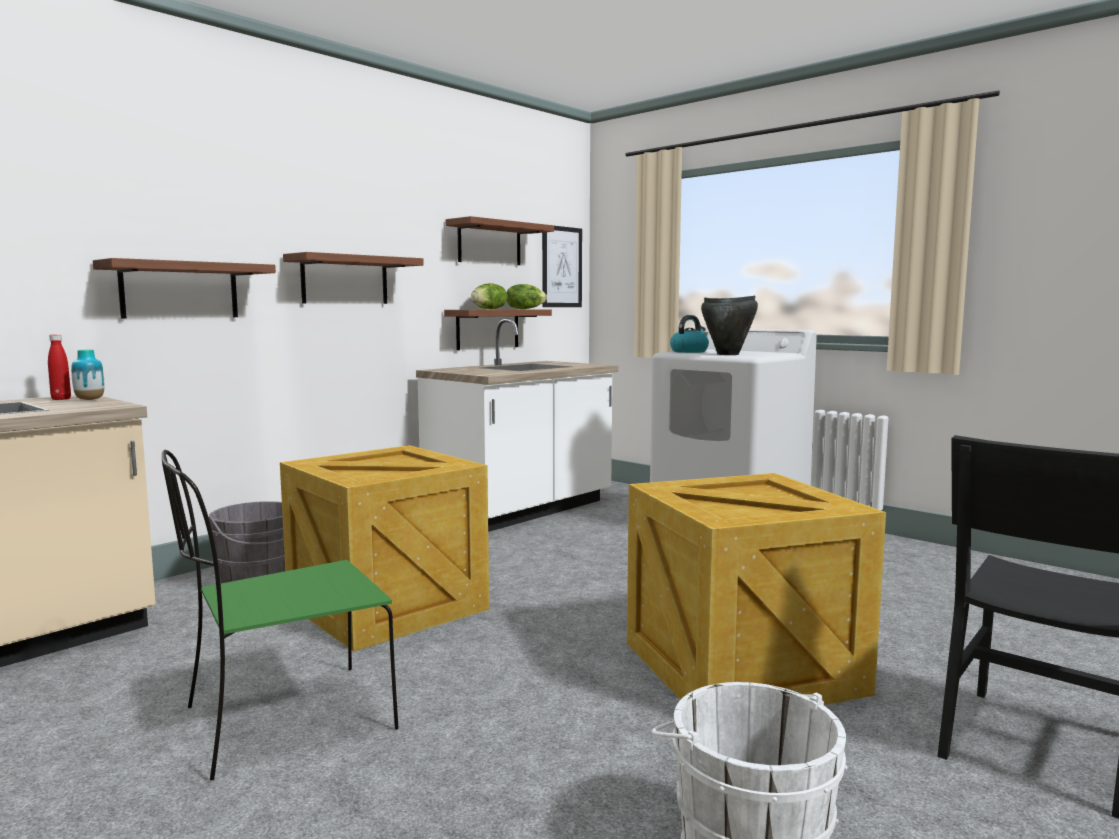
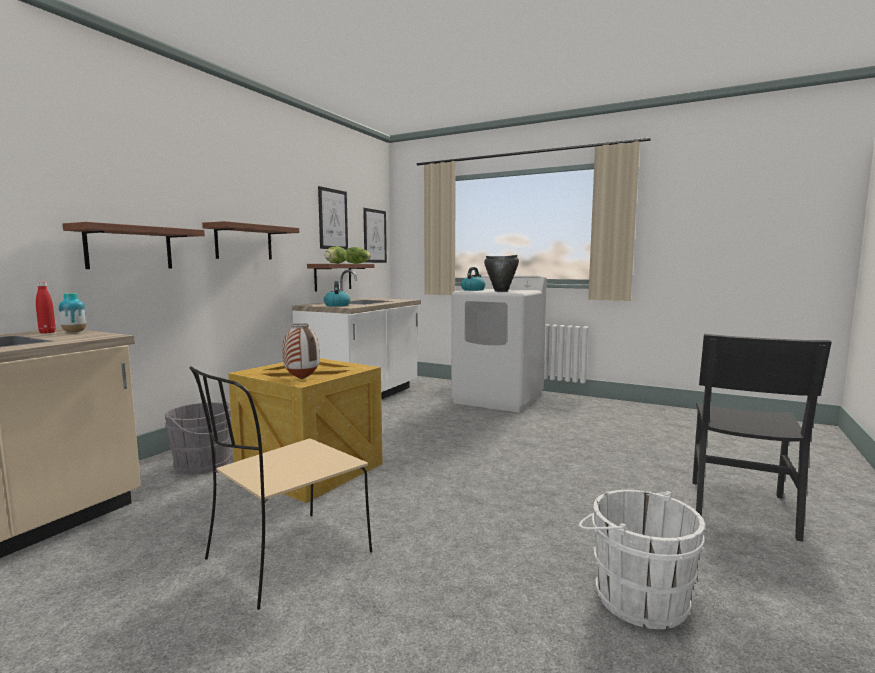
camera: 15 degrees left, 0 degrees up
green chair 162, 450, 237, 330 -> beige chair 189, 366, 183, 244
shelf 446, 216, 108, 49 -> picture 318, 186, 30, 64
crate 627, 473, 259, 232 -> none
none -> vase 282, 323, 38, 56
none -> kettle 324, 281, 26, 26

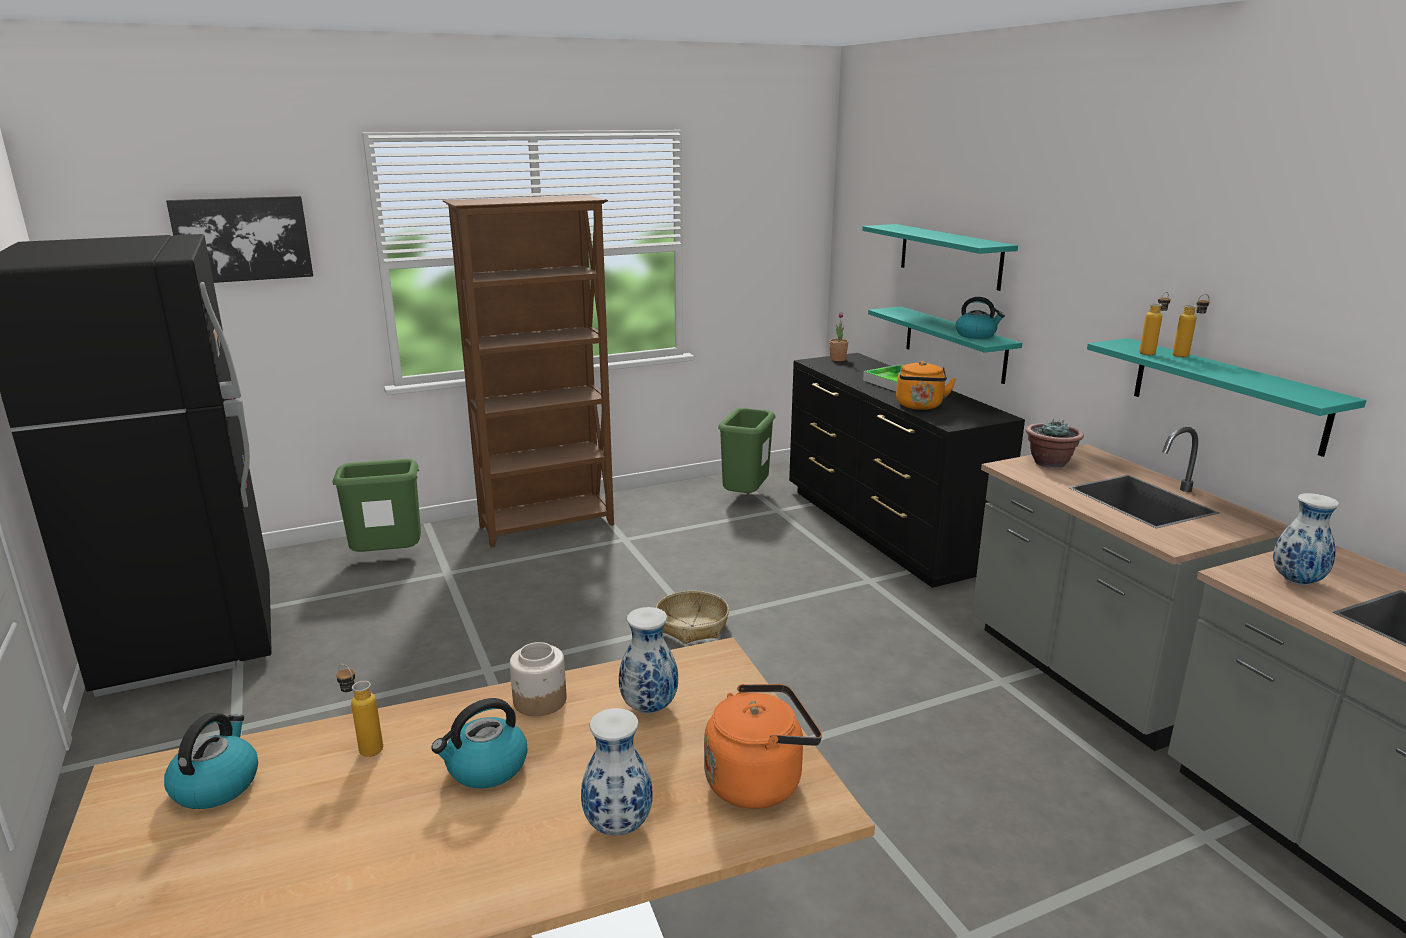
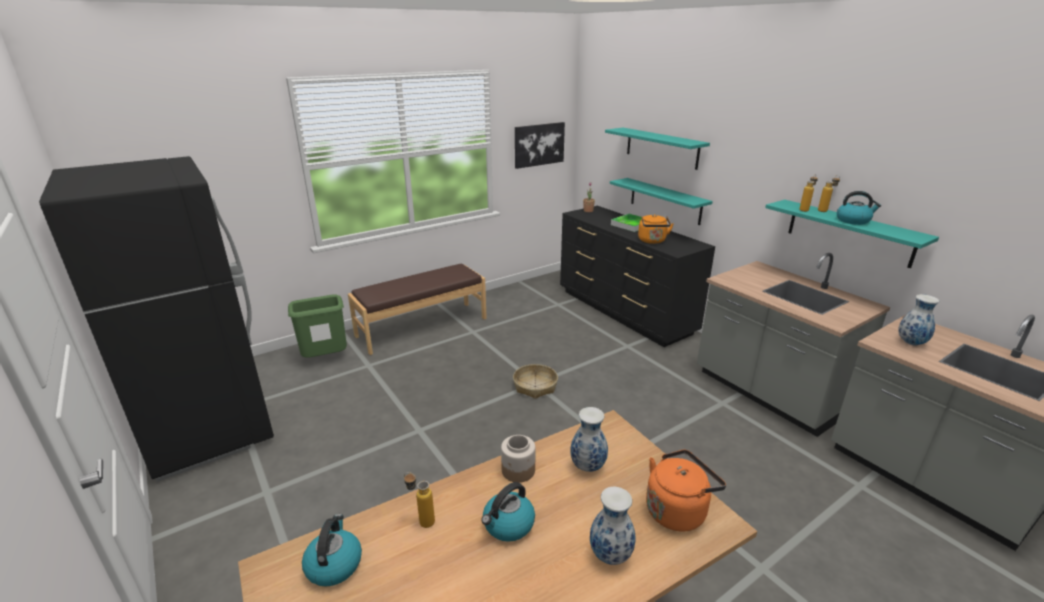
camera: 10 degrees left, 5 degrees up
picture 166, 196, 147, 87 -> picture 515, 122, 50, 47, relocated
brown bookcase 443, 195, 171, 353 -> brown bench 348, 264, 139, 91
green trash can 718, 408, 57, 85 -> none
kettle 956, 297, 49, 42 -> kettle 837, 191, 44, 34, relocated
potted plant 1025, 419, 59, 49 -> none

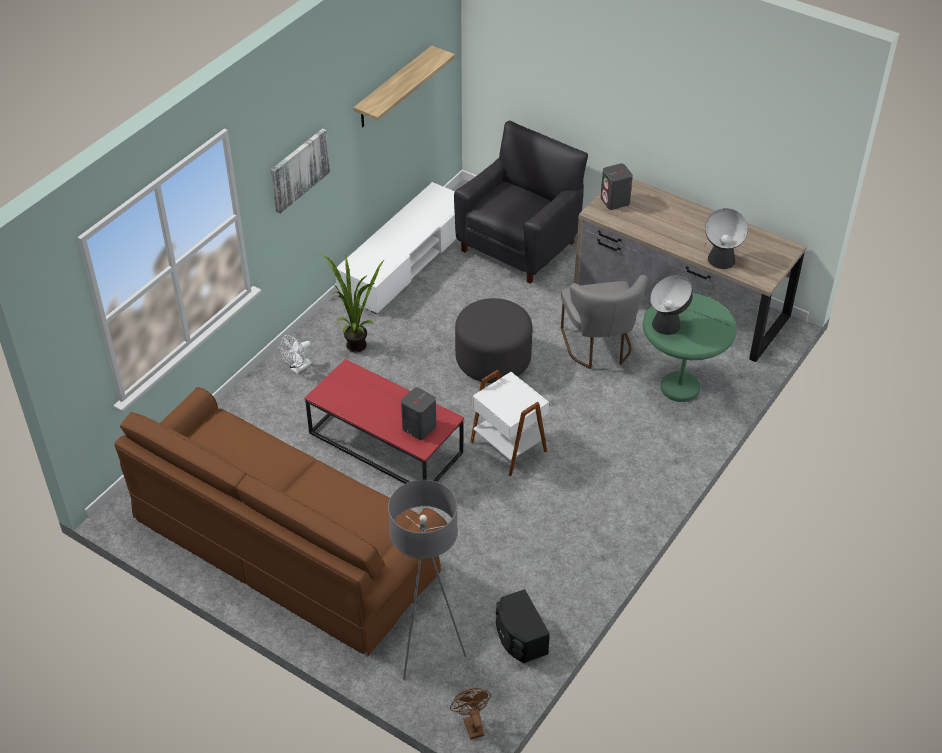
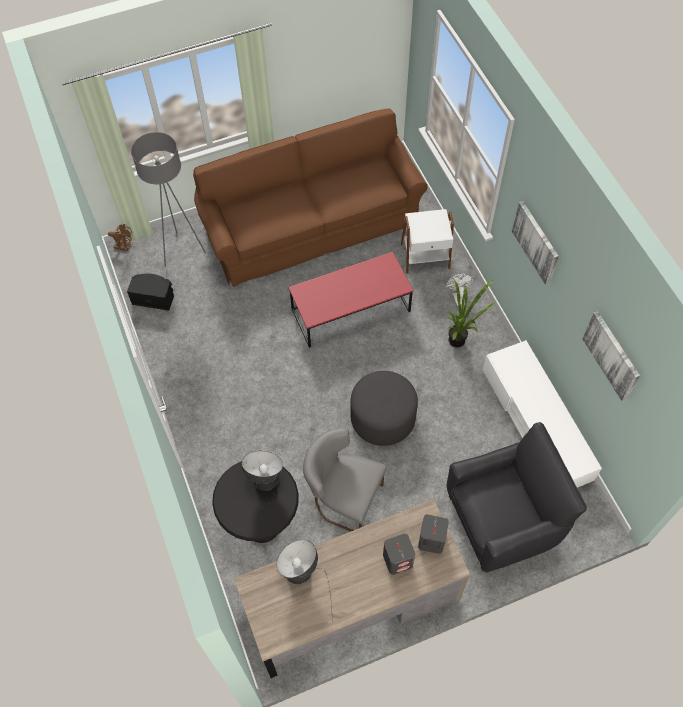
camera: 125 degrees right, 15 degrees up
shelf 353, 46, 102, 81 -> picture 582, 311, 58, 91
grey speaker 401, 387, 35, 53 -> grey speaker 383, 534, 32, 41, relocated
black armchair 454, 120, 134, 164 -> black armchair 447, 422, 140, 151, 90 degrees counterclockwise
white side table 470, 370, 79, 106 -> white side table 401, 209, 53, 65, relocated
green side table 643, 294, 94, 108 -> black side table 212, 461, 87, 82

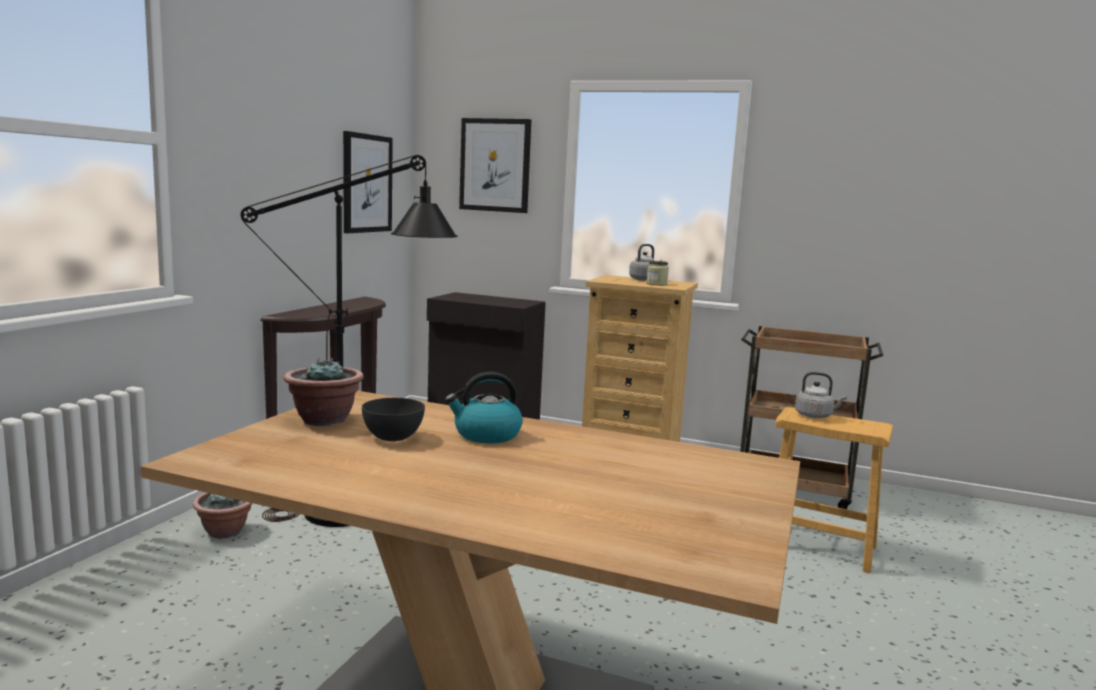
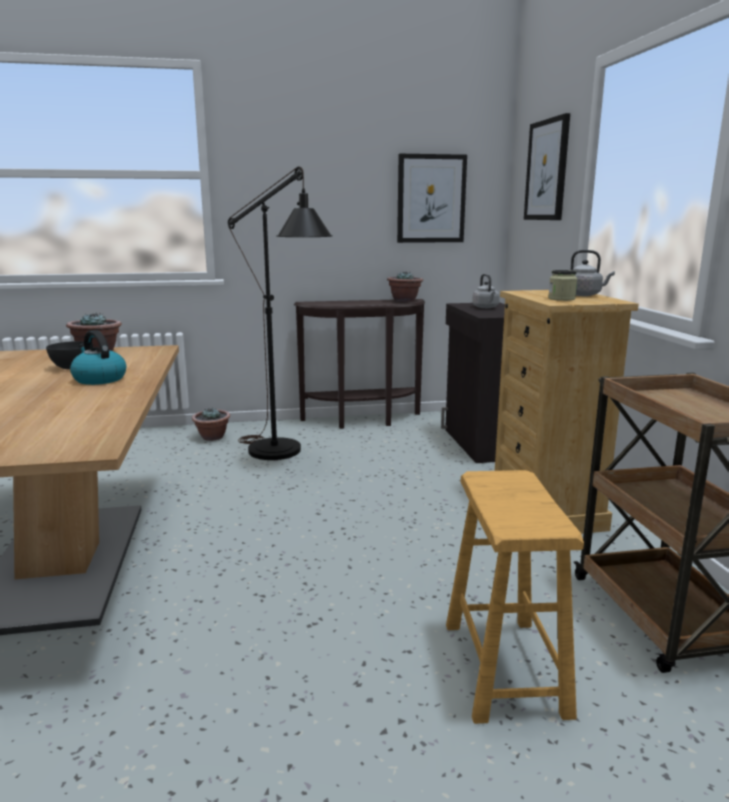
camera: 60 degrees right, 5 degrees up
grey kettle 795, 372, 52, 46 -> grey kettle 472, 274, 28, 34, relocated
none -> potted plant 387, 271, 36, 31

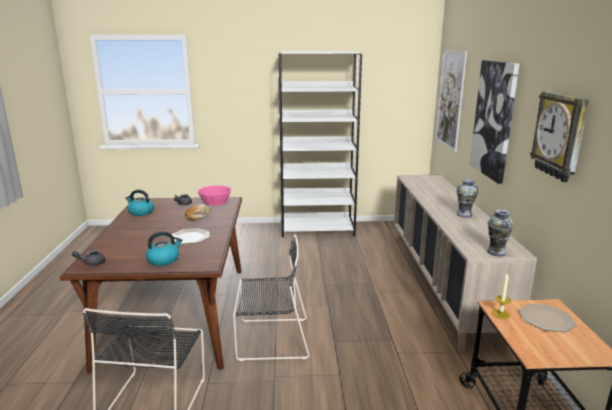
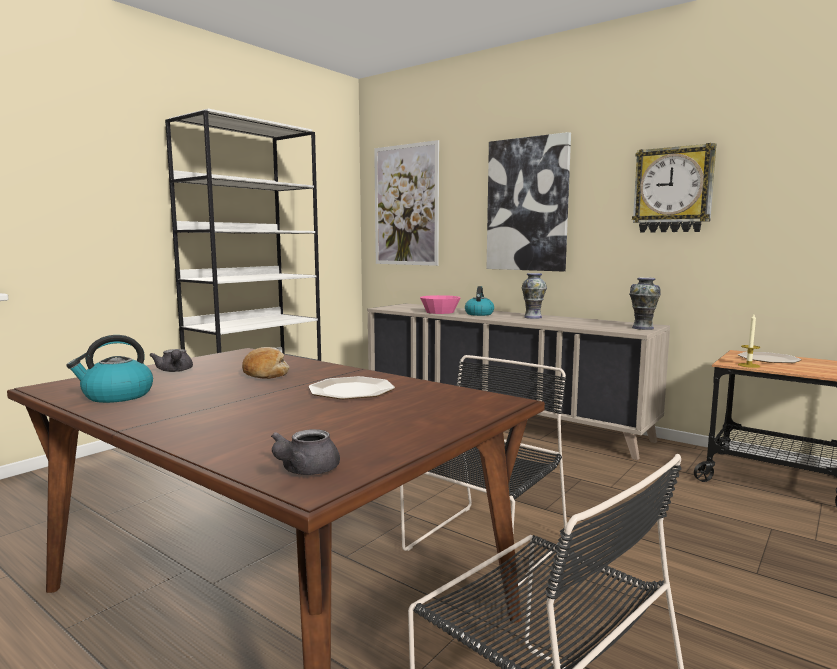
camera: 50 degrees left, 10 degrees down
kettle 146, 231, 37, 35 -> kettle 465, 286, 29, 30, relocated
pink bowl 198, 186, 33, 20 -> pink bowl 420, 295, 41, 19, relocated

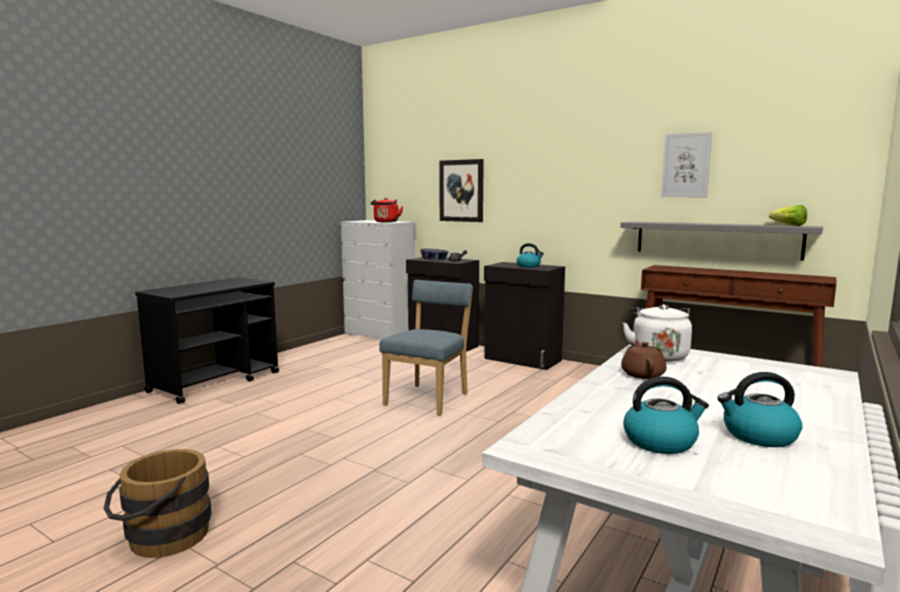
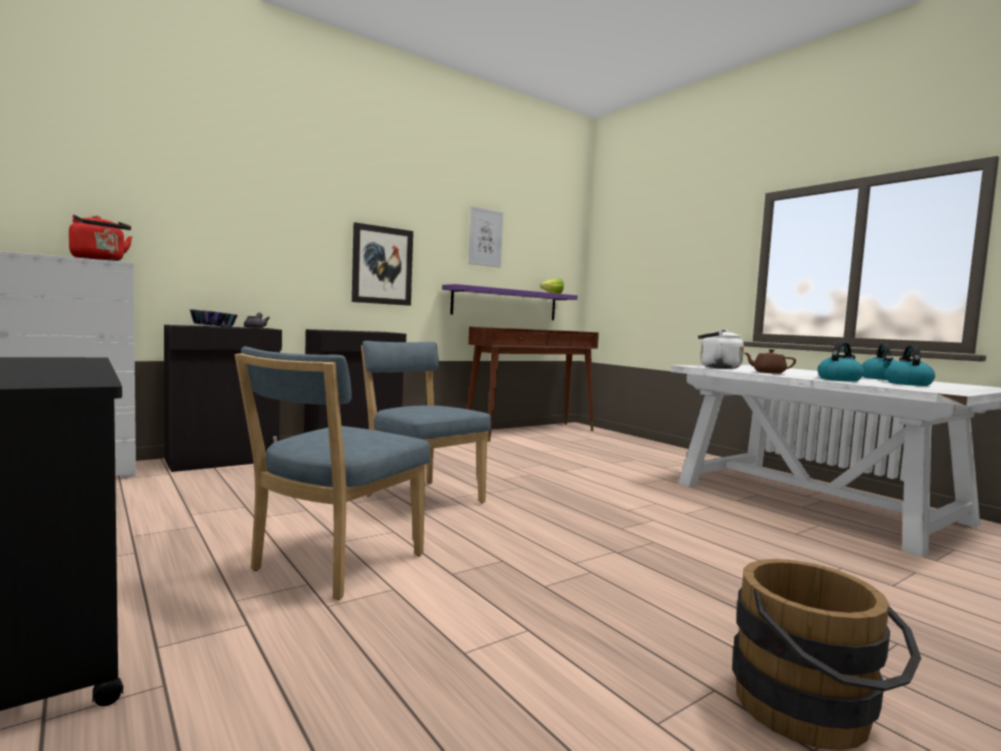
camera: 70 degrees left, 5 degrees down
picture 439, 159, 45, 63 -> picture 352, 222, 61, 84, relocated
kettle 517, 243, 27, 25 -> kettle 817, 342, 47, 40, relocated
grey shelf 620, 221, 203, 40 -> purple shelf 442, 284, 135, 36
none -> blue chair 235, 346, 195, 254

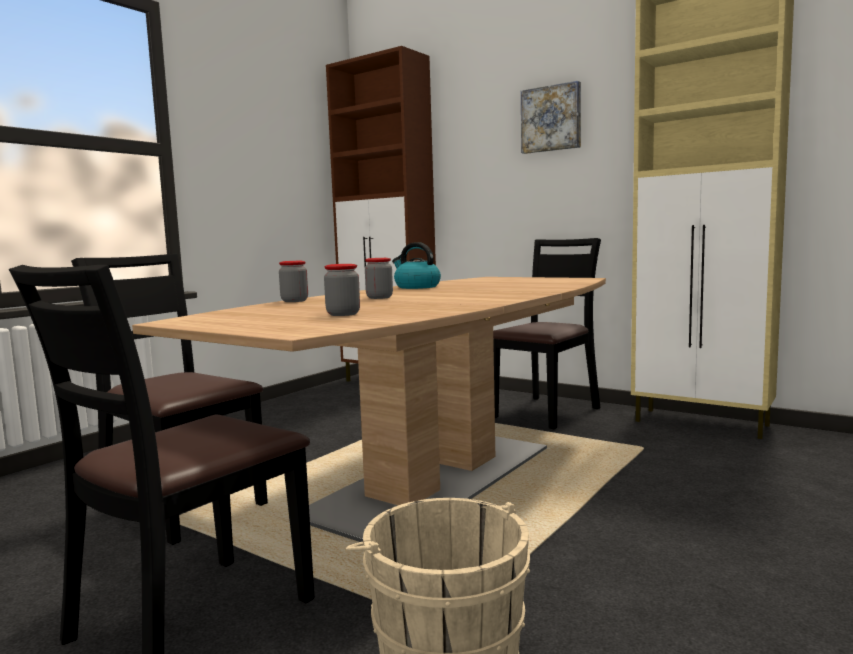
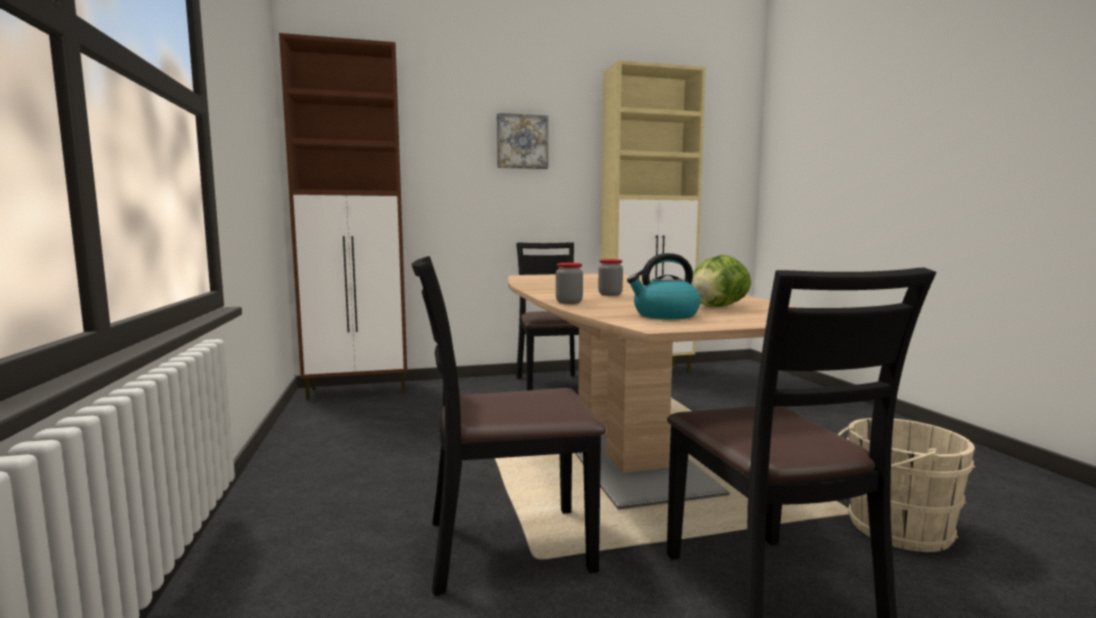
camera: 50 degrees left, 0 degrees up
jar 324, 264, 36, 52 -> lettuce 691, 255, 60, 52
kettle 392, 242, 49, 47 -> kettle 627, 253, 74, 66, relocated

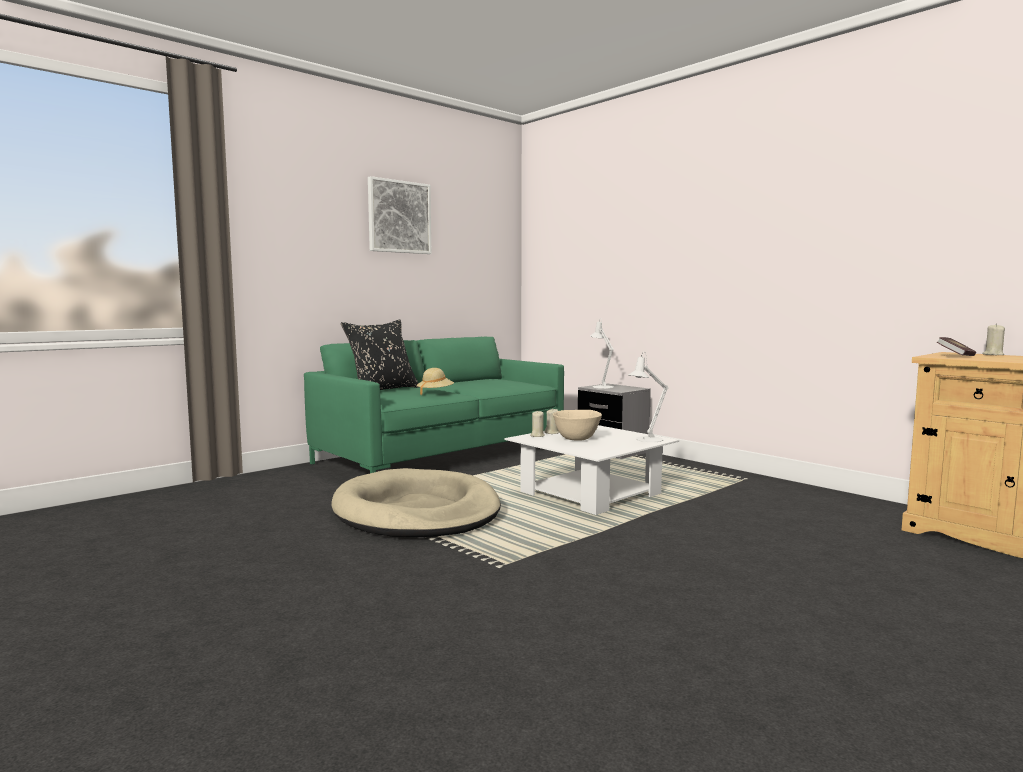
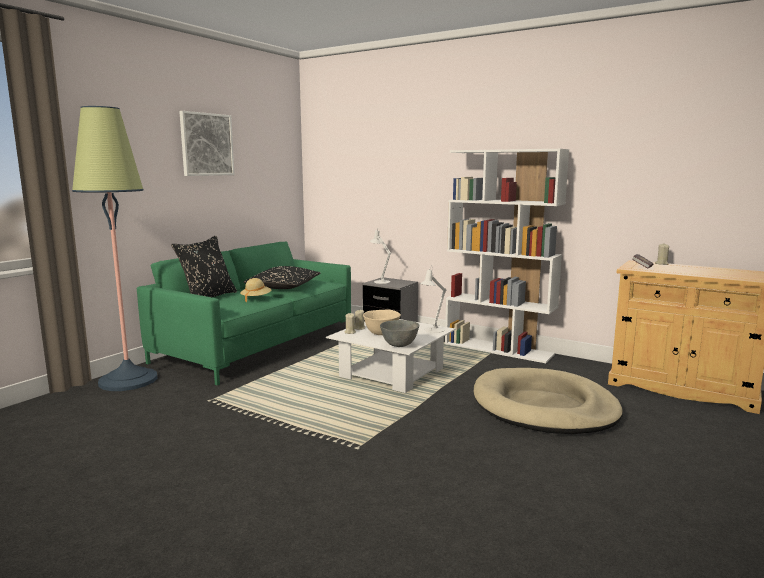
camera: 15 degrees left, 5 degrees up
beige dog bed 332, 468, 169, 69 -> beige dog bed 474, 368, 149, 66, relocated
none -> floor lamp 72, 106, 86, 285
none -> black pillow 244, 266, 77, 23
none -> grey bowl 380, 320, 39, 27
none -> white bookcase 445, 149, 124, 214

